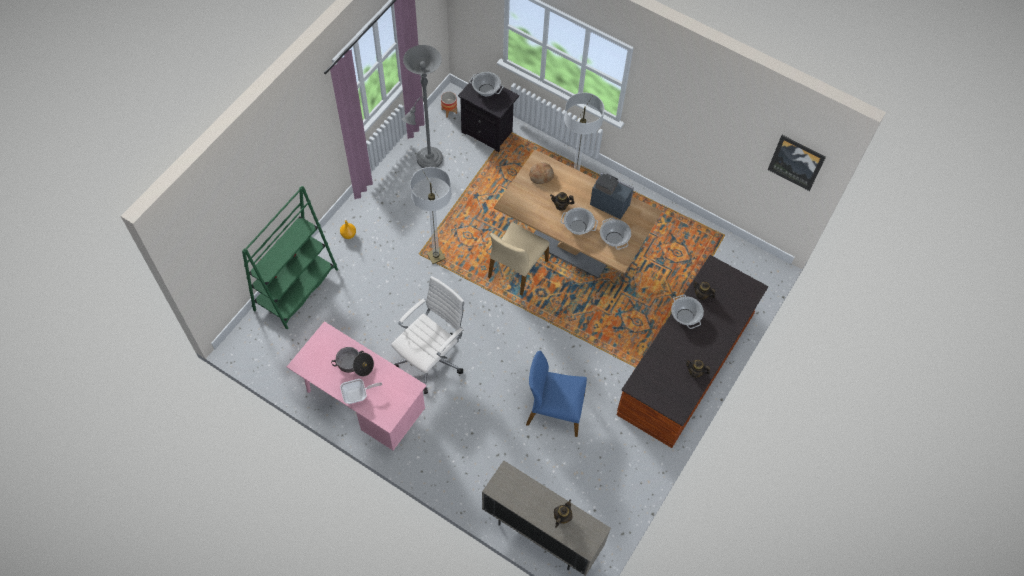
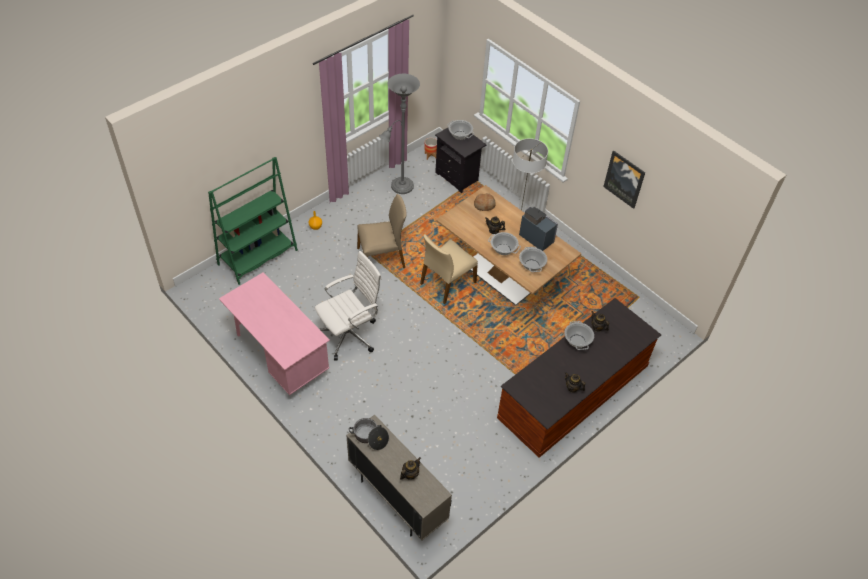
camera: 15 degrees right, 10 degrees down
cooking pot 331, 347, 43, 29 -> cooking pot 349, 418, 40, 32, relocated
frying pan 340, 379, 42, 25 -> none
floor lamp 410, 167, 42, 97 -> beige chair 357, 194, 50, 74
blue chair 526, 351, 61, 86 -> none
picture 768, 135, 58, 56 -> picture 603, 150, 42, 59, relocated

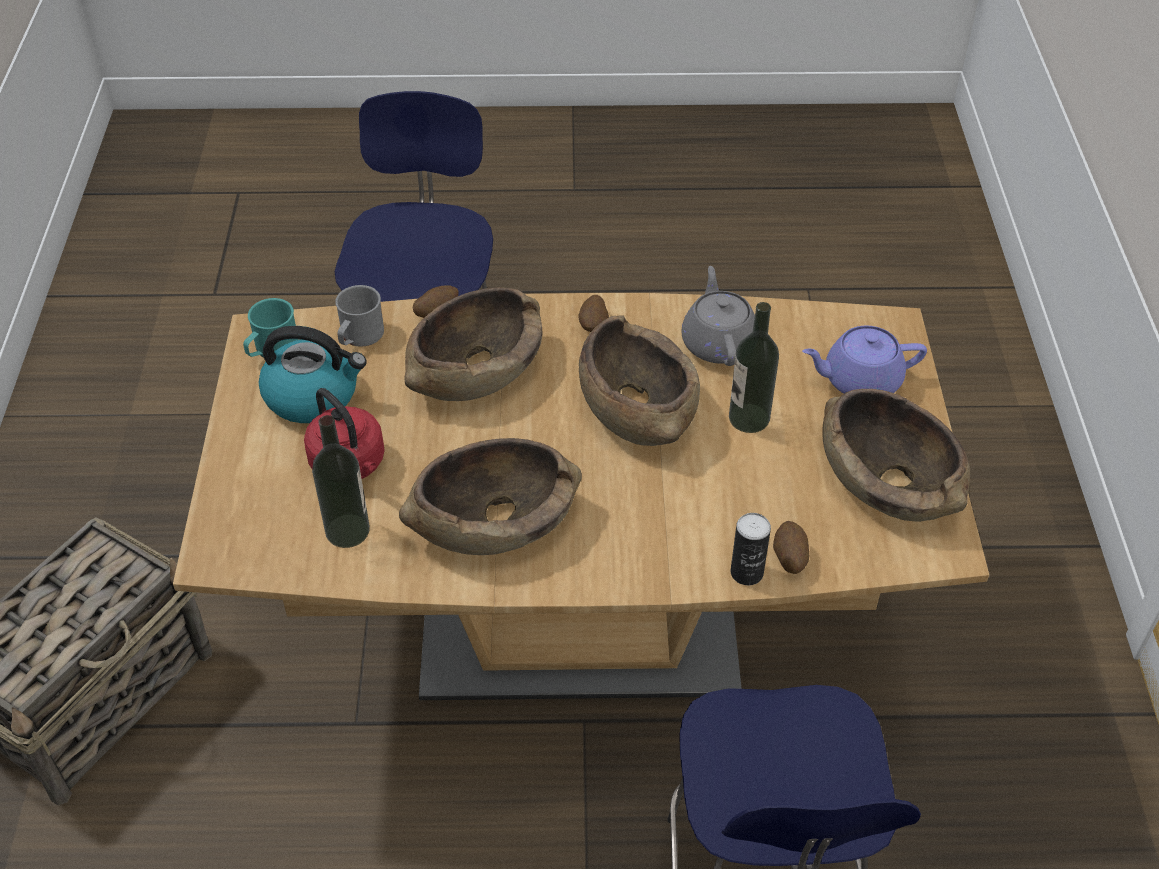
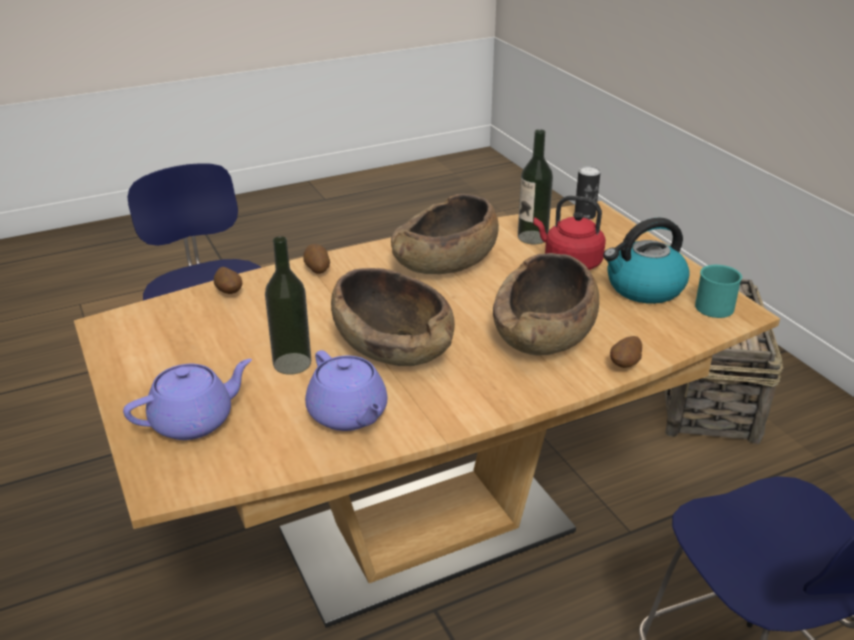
camera: 155 degrees right, 15 degrees down
grey mug 335, 285, 49, 62 -> none
potato 578, 295, 31, 37 -> potato 303, 244, 27, 30, relocated
grey teapot 681, 266, 74, 100 -> purple teapot 305, 350, 83, 81
can 731, 513, 40, 72 -> can 575, 166, 25, 53, relocated
brown bowl 822, 389, 148, 133 -> none

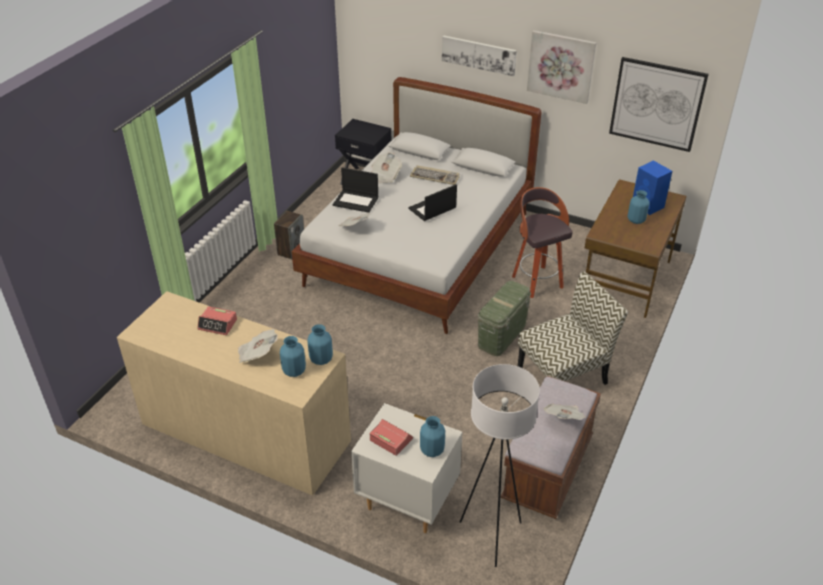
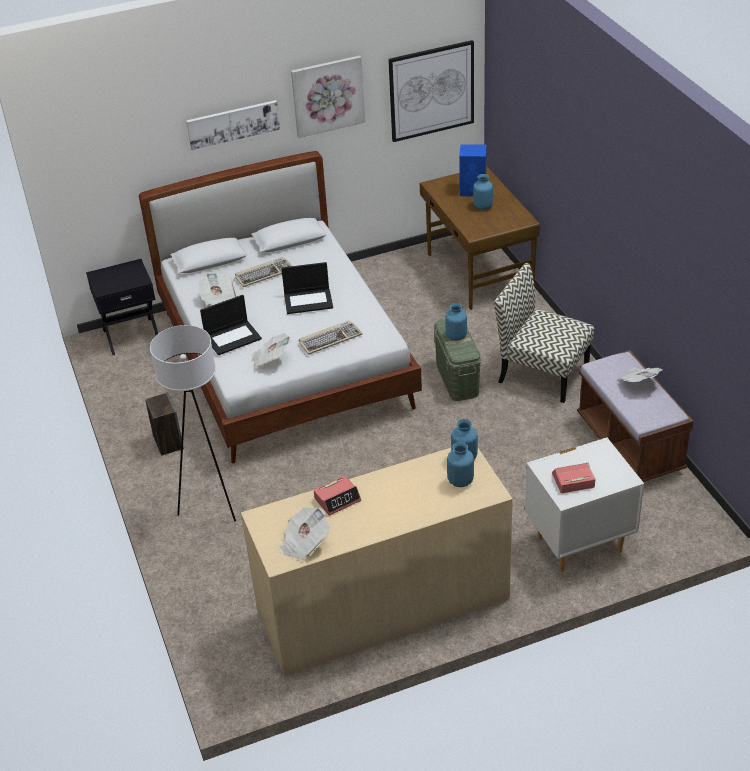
camera: 45 degrees left, 0 degrees up
newspaper 238, 329, 40, 34 -> newspaper 279, 507, 50, 54, relocated
laptop 408, 184, 49, 37 -> laptop 281, 262, 52, 52, 105 degrees counterclockwise
blue vase 420, 416, 25, 41 -> blue vase 445, 303, 22, 38, relocated
white floor lamp 460, 364, 80, 203 -> white floor lamp 150, 325, 86, 196, relocated
stool 512, 187, 60, 111 -> none
chair 518, 271, 110, 114 -> chair 494, 263, 100, 140, 75 degrees counterclockwise
none -> keyboard 299, 320, 63, 35

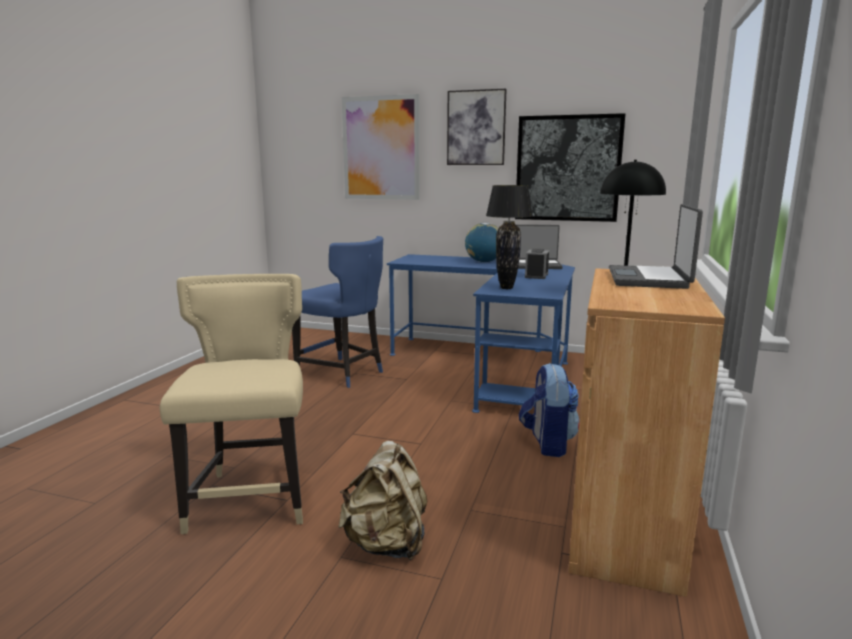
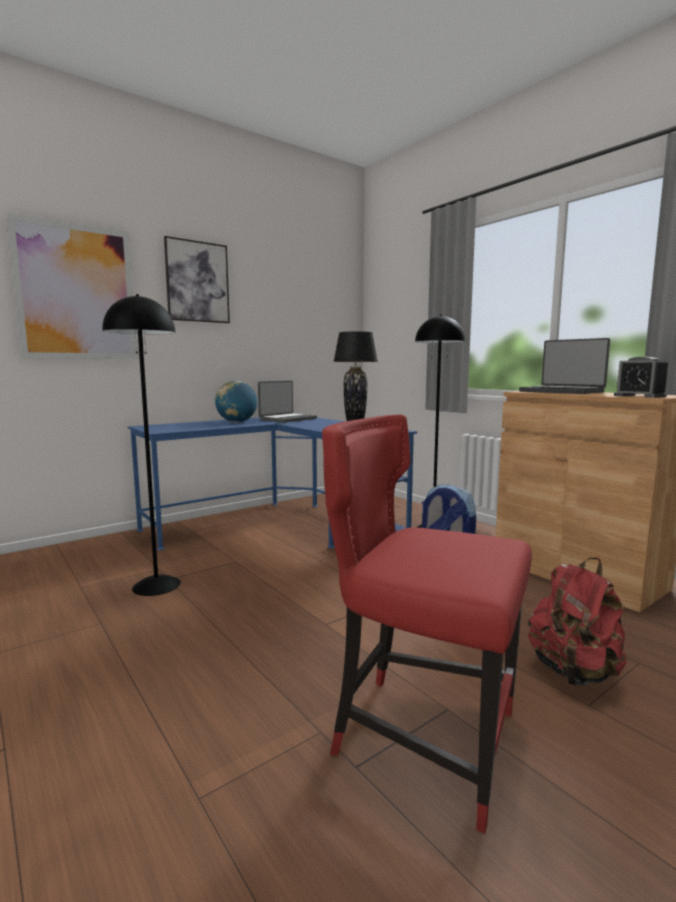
camera: 55 degrees left, 5 degrees down
beige chair 160, 274, 143, 260 -> red chair 322, 414, 210, 419
blue chair 292, 236, 91, 152 -> black floor lamp 102, 294, 79, 302
beige backpack 338, 441, 89, 119 -> red backpack 528, 558, 99, 128
picture 515, 113, 110, 109 -> none
alarm clock 525, 249, 24, 30 -> alarm clock 614, 357, 54, 41, relocated

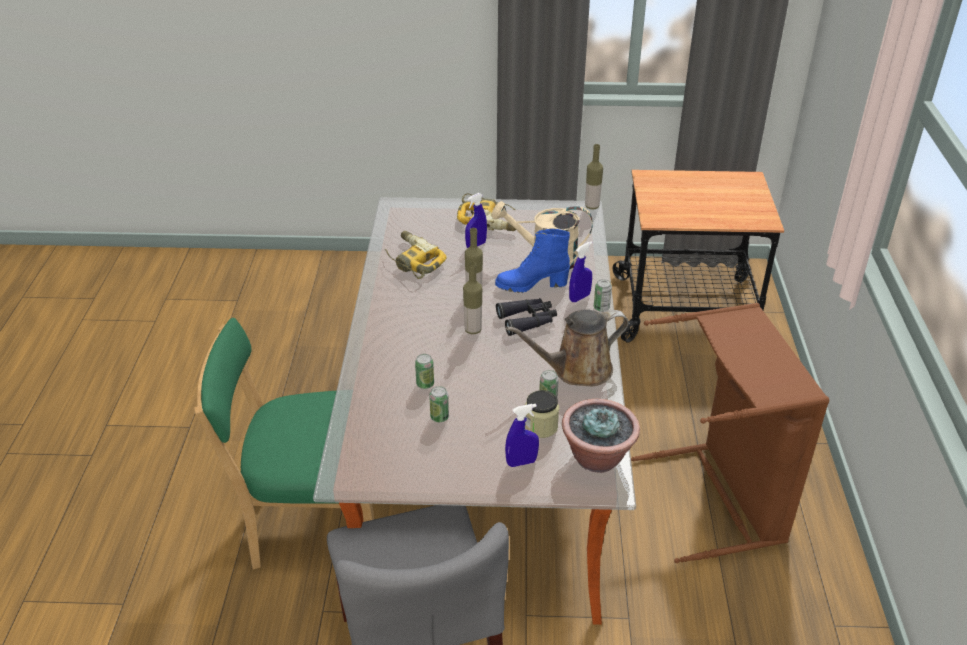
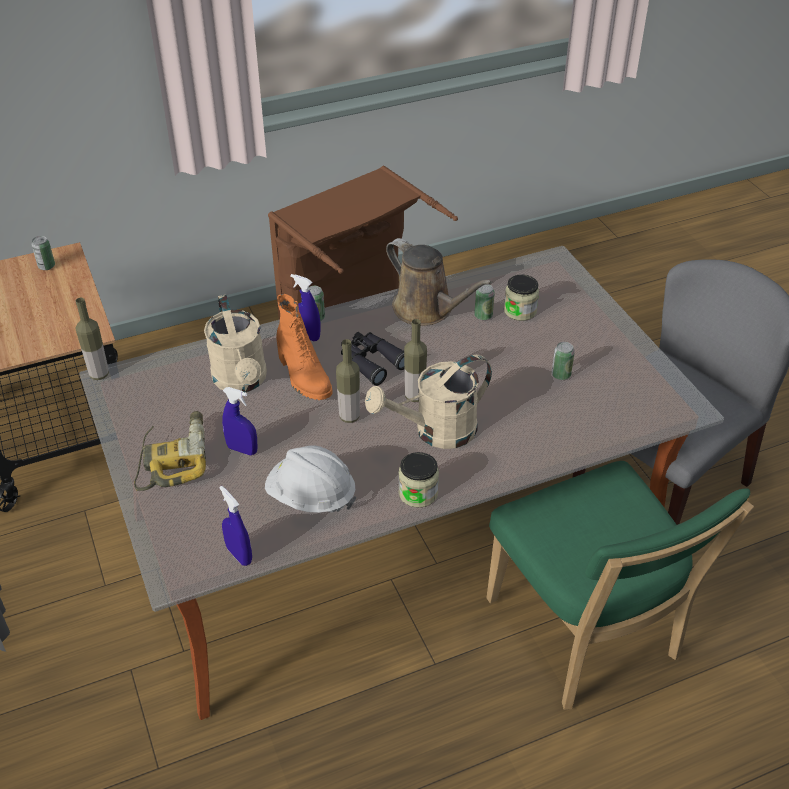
camera: 115 degrees left, 5 degrees up
power drill 385, 231, 62, 48 -> white hard hat 265, 446, 92, 67
can 415, 354, 19, 35 -> can 32, 236, 23, 34, relocated
blue boot 495, 229, 75, 64 -> orange boot 276, 294, 57, 106
blue spray bottle 505, 404, 34, 63 -> blue spray bottle 219, 486, 33, 80, relocated
potted plant 562, 399, 78, 74 -> none
none -> beige watering can 365, 355, 127, 94
none -> jar 398, 452, 41, 56

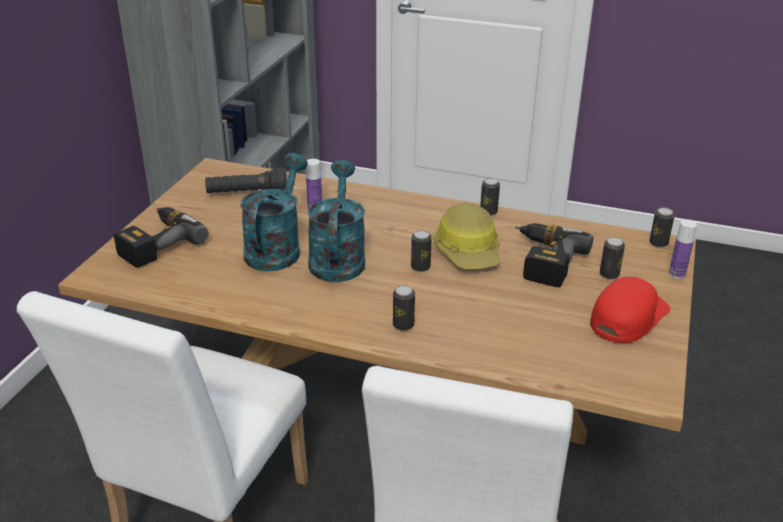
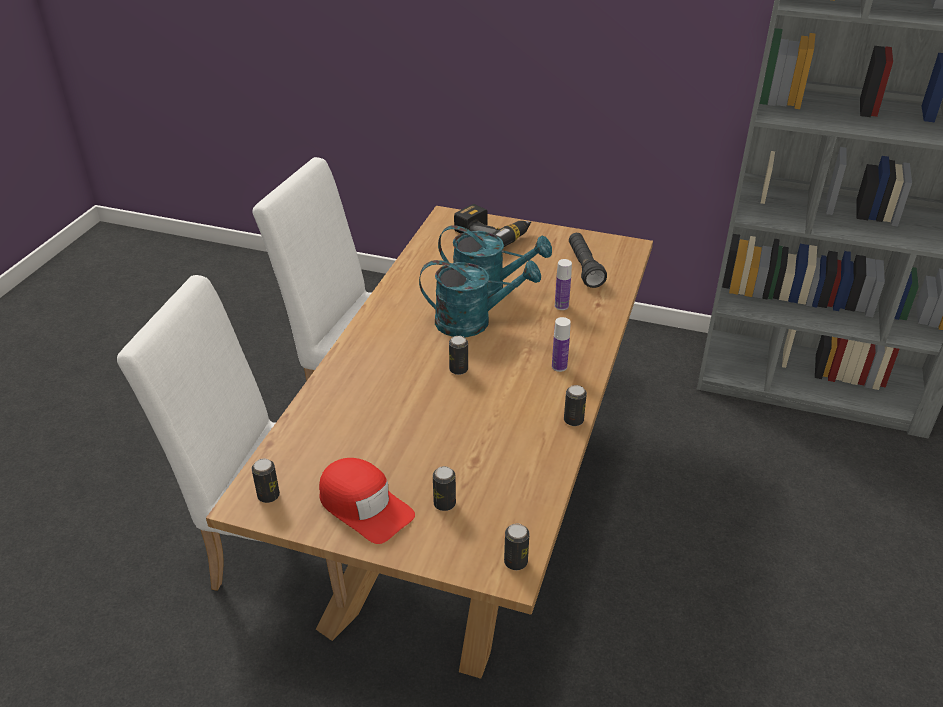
camera: 90 degrees right, 5 degrees up
can 393, 285, 22, 46 -> can 252, 459, 28, 44, relocated
hard hat 433, 202, 67, 67 -> none
power drill 515, 223, 79, 64 -> none
bottle 669, 219, 28, 60 -> bottle 552, 317, 19, 55, relocated

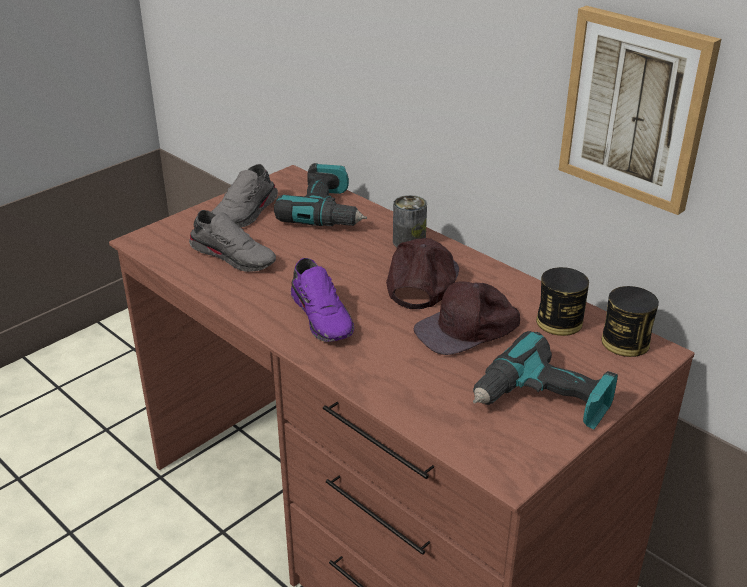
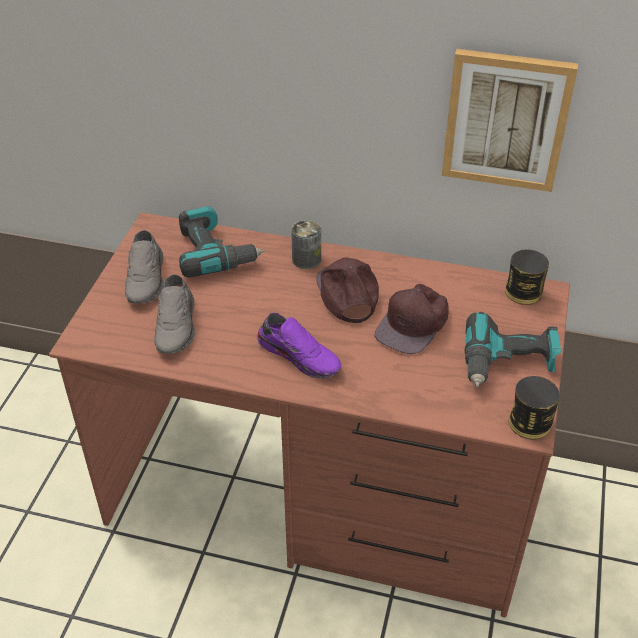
camera: 30 degrees left, 10 degrees up
grey shoe 189, 210, 87, 62 -> grey shoe 154, 274, 41, 80, 90 degrees clockwise
can 536, 267, 53, 69 -> can 509, 376, 50, 64, relocated

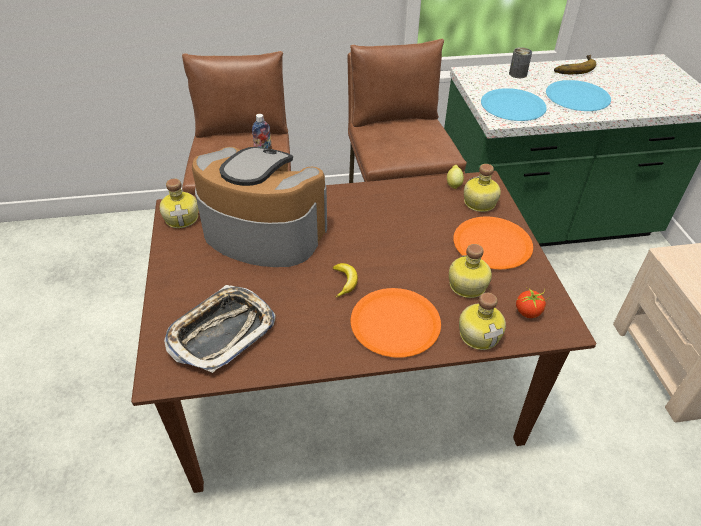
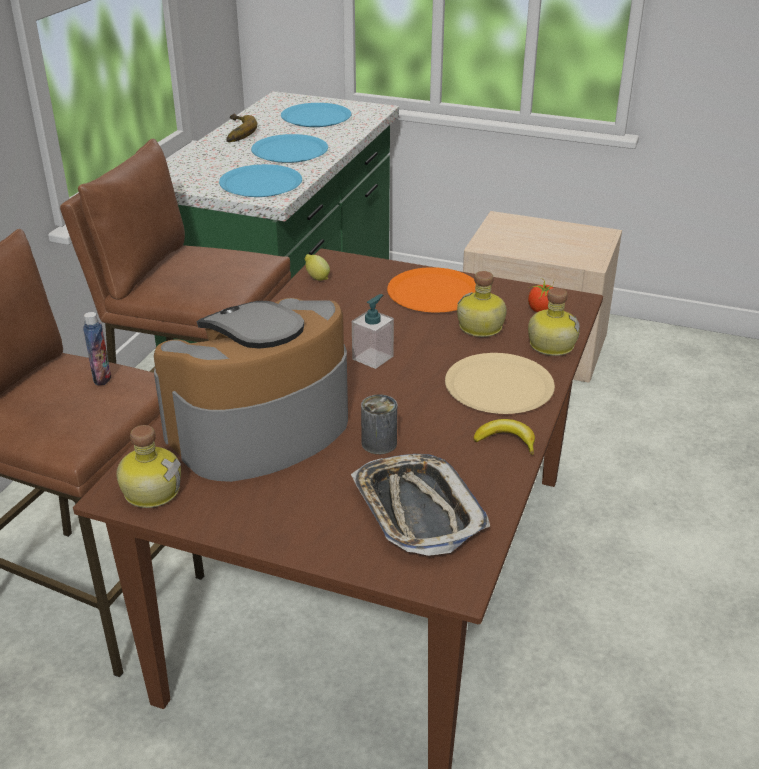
camera: 60 degrees left, 10 degrees down
banana 333, 263, 25, 34 -> banana 473, 419, 62, 36, relocated
orange plate 351, 288, 90, 70 -> beige plate 445, 353, 110, 61
bottle 464, 164, 37, 48 -> none
can 509, 47, 23, 31 -> can 361, 394, 36, 60, relocated
none -> blue plate 281, 103, 70, 24
none -> soap dispenser 352, 294, 42, 75

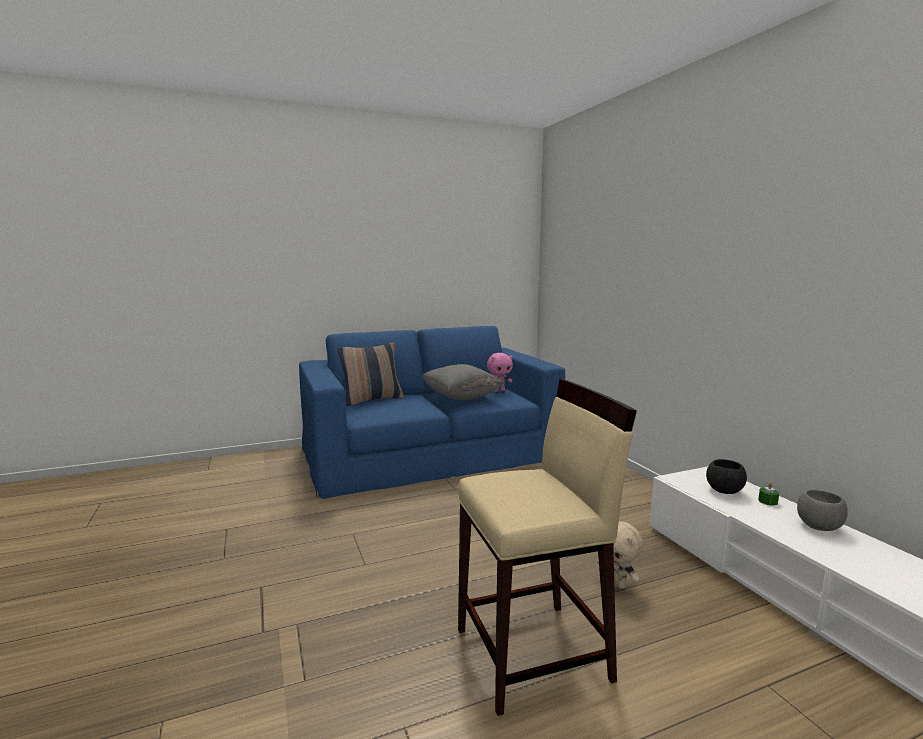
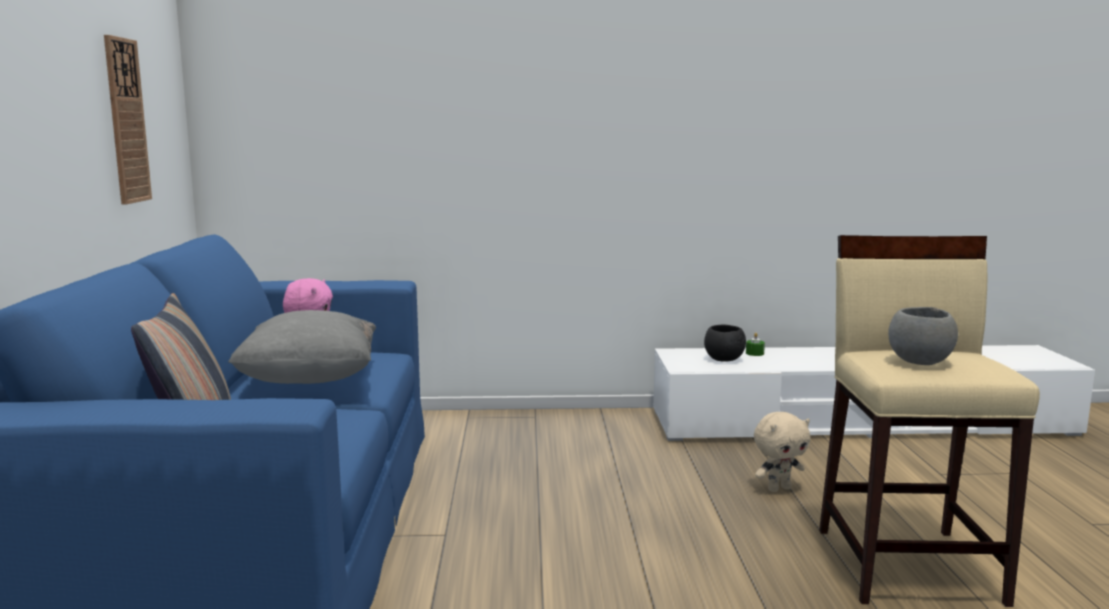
camera: 70 degrees left, 0 degrees up
grey bowl 797, 489, 51, 42 -> grey bowl 888, 307, 70, 58, relocated
none -> wall clock 104, 35, 48, 170

